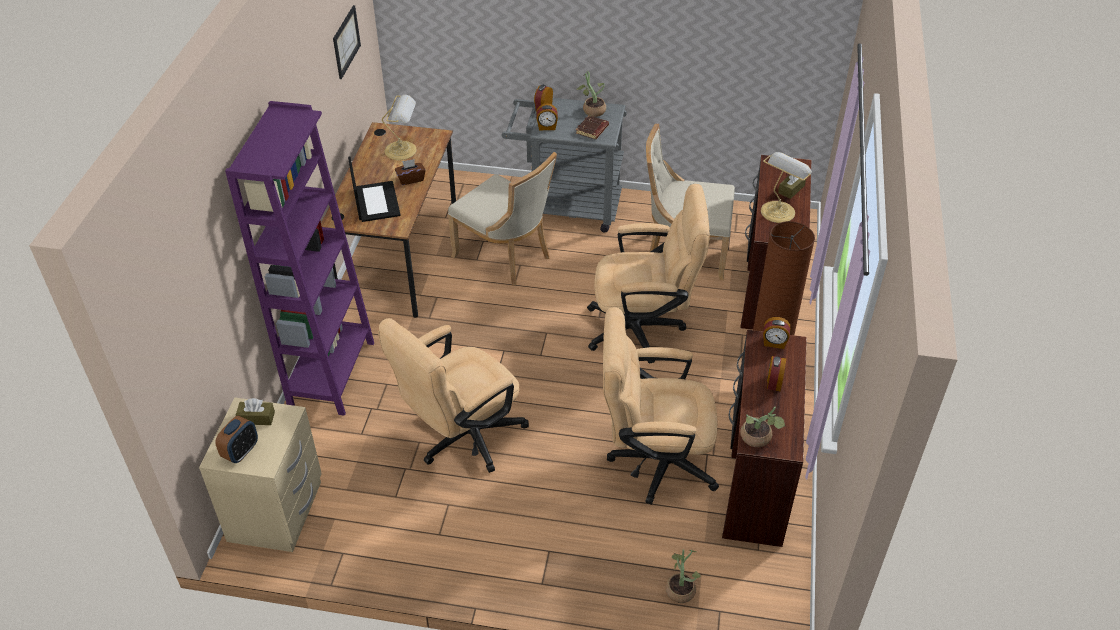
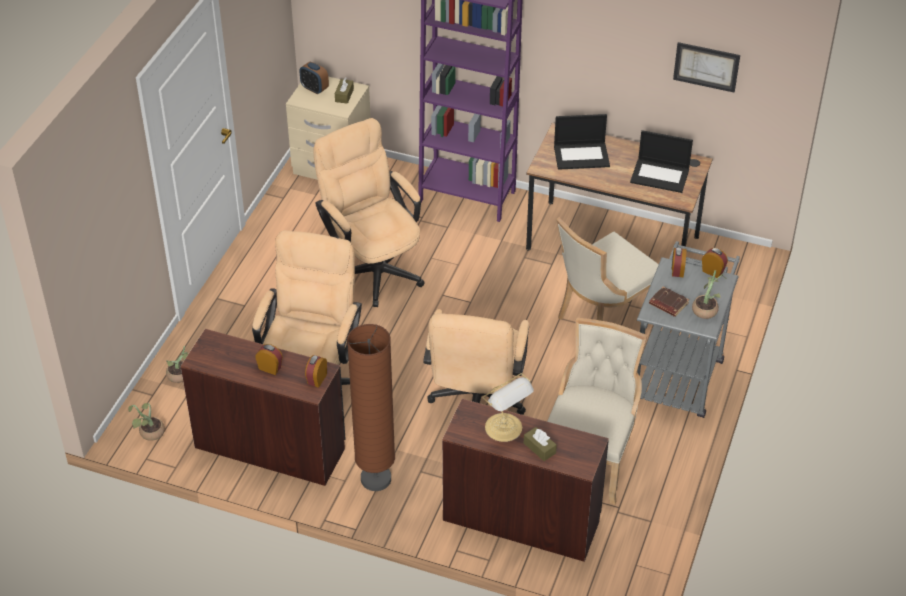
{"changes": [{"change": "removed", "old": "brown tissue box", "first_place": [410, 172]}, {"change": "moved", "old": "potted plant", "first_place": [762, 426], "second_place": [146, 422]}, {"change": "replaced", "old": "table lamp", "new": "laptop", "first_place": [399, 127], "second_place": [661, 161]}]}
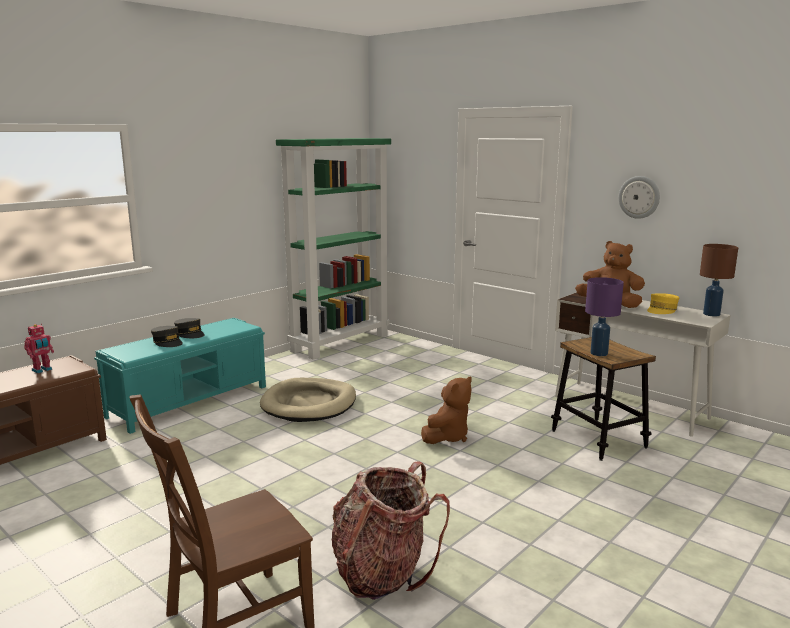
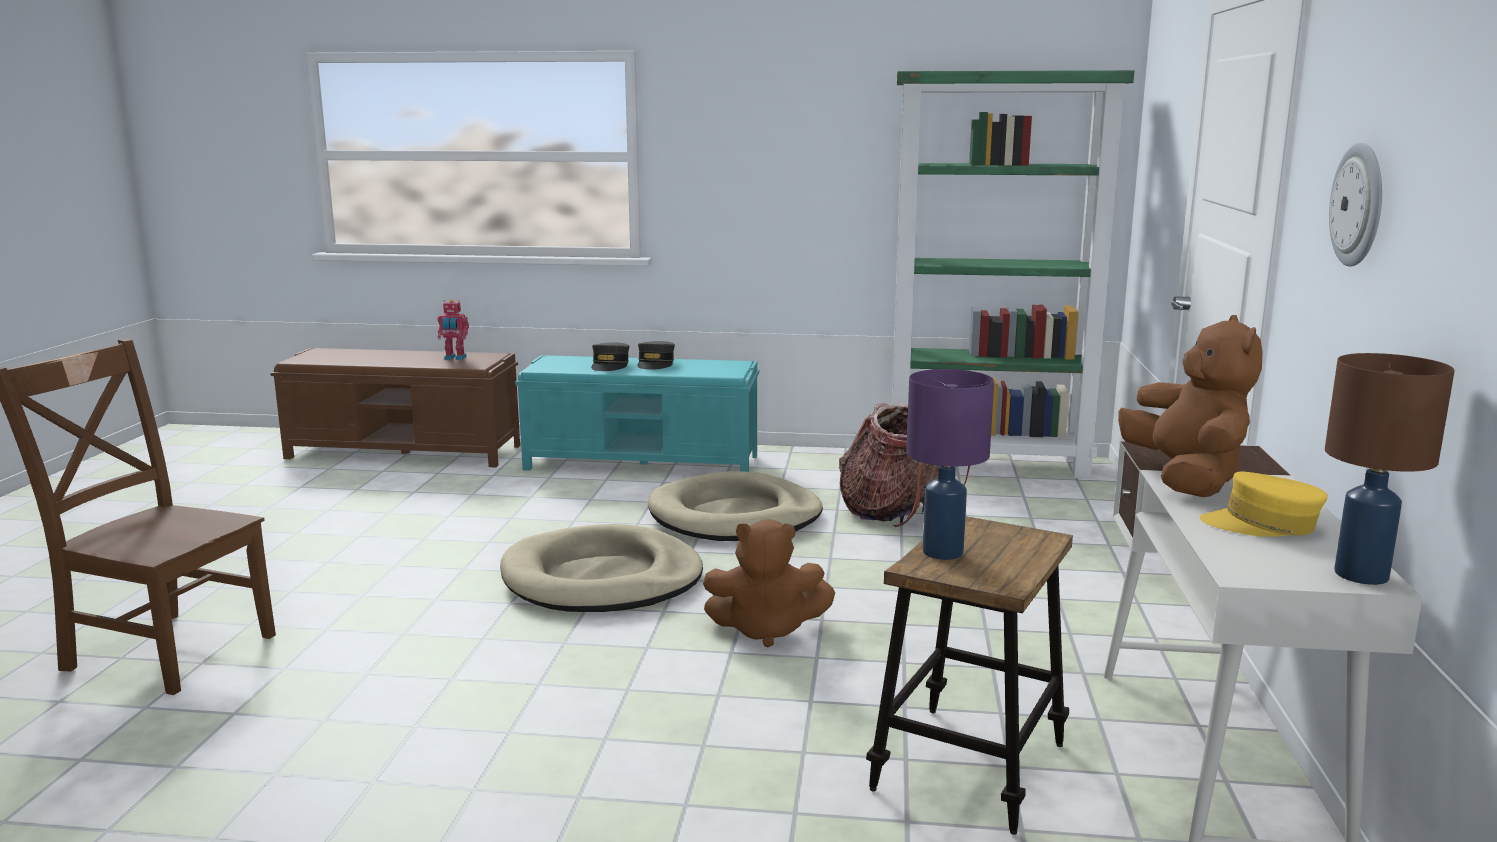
{"changes": [{"change": "added", "new": "beige dog bed", "second_place": [601, 568]}, {"change": "moved", "old": "backpack", "first_place": [391, 530], "second_place": [904, 465]}]}
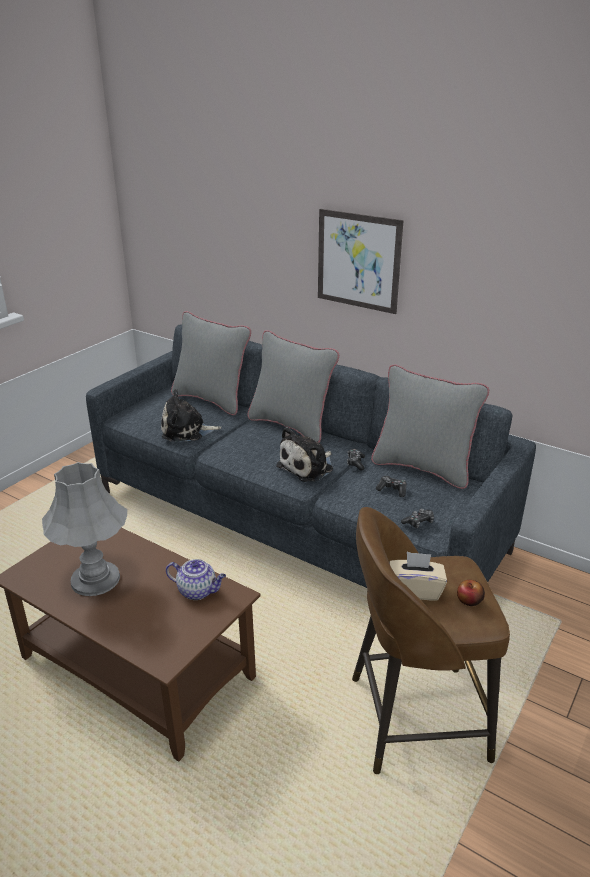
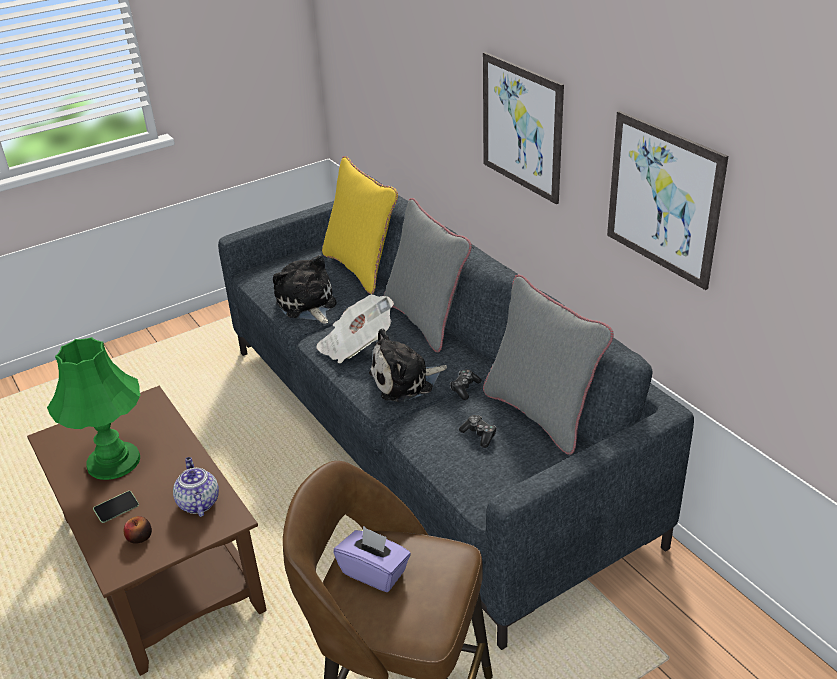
{"changes": [{"change": "removed", "old": "game controller", "first_place": [417, 518]}, {"change": "added", "new": "phone", "second_place": [116, 507]}, {"change": "added", "new": "newspaper", "second_place": [355, 328]}, {"change": "added", "new": "picture", "second_place": [667, 200]}, {"change": "moved", "old": "apple", "first_place": [471, 593], "second_place": [137, 530]}, {"change": "recoloured", "old": "grey table lamp", "new": "green table lamp", "first_place": [84, 529], "second_place": [93, 408]}, {"change": "recoloured", "old": "grey pillow", "new": "yellow pillow", "first_place": [211, 363], "second_place": [360, 225]}, {"change": "recoloured", "old": "beige tissue box", "new": "purple tissue box", "first_place": [418, 576], "second_place": [372, 559]}, {"change": "turned", "old": "plush toy", "first_place": [191, 415], "second_place": [305, 289], "degrees": 45}, {"change": "turned", "old": "teapot", "first_place": [196, 579], "second_place": [196, 487], "degrees": -150}]}
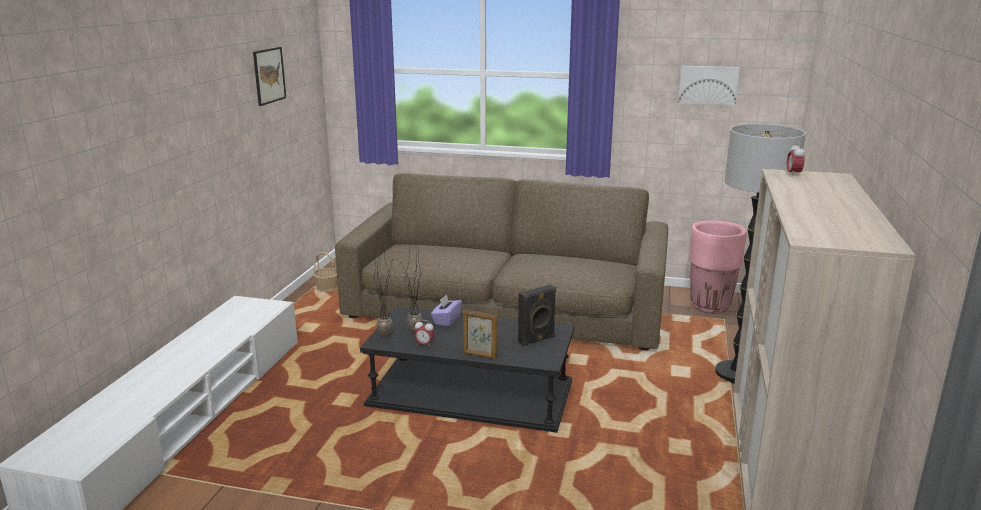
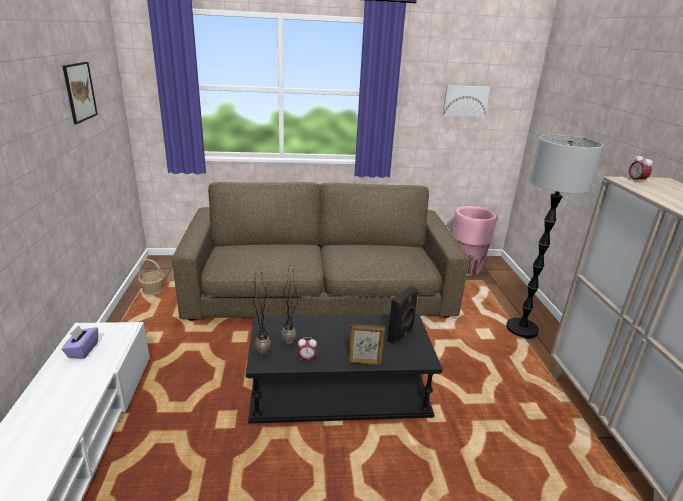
{"changes": [{"change": "moved", "old": "purple tissue box", "first_place": [446, 310], "second_place": [79, 342]}]}
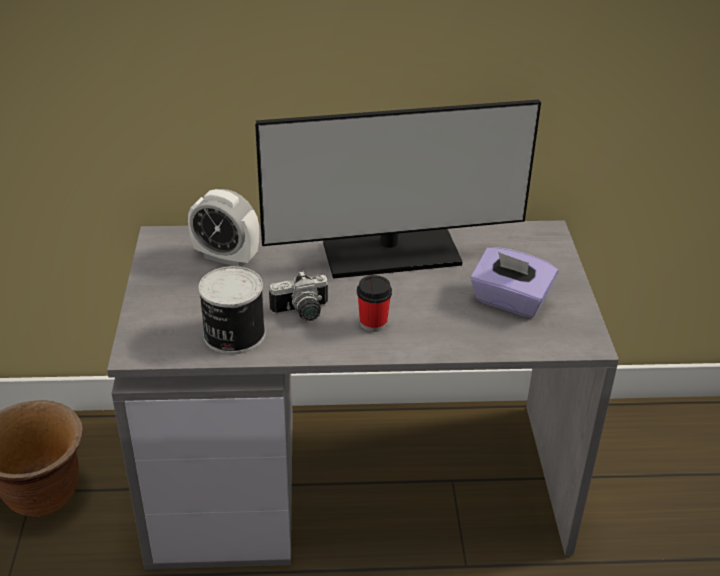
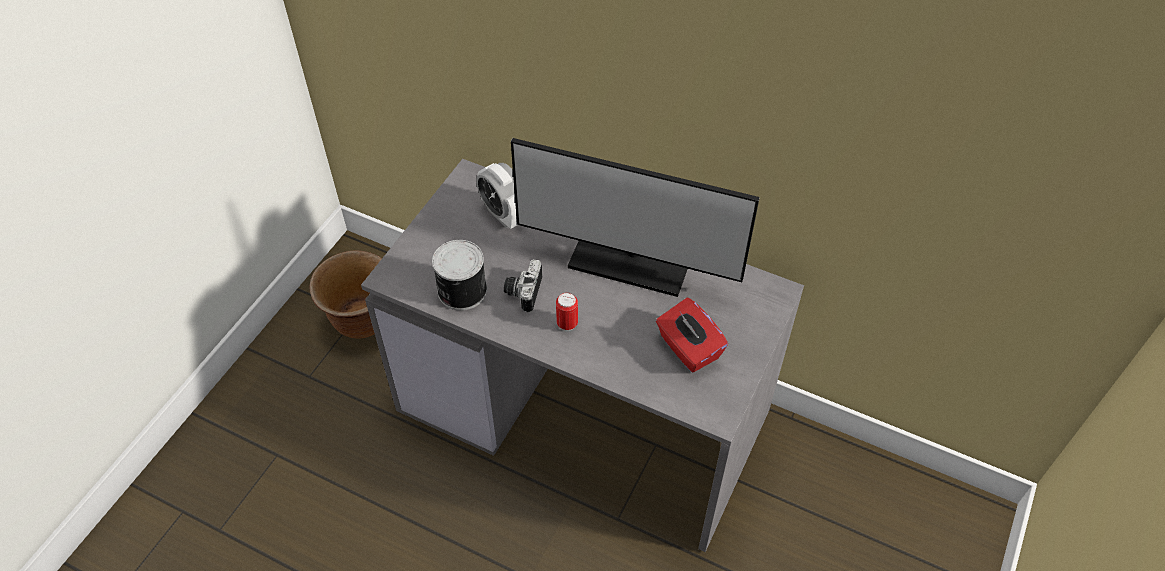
{"changes": [{"change": "replaced", "old": "cup", "new": "can", "first_place": [374, 303], "second_place": [567, 311]}, {"change": "recoloured", "old": "purple tissue box", "new": "red tissue box", "first_place": [514, 282], "second_place": [692, 335]}, {"change": "turned", "old": "photo camera", "first_place": [298, 296], "second_place": [523, 285], "degrees": 90}]}
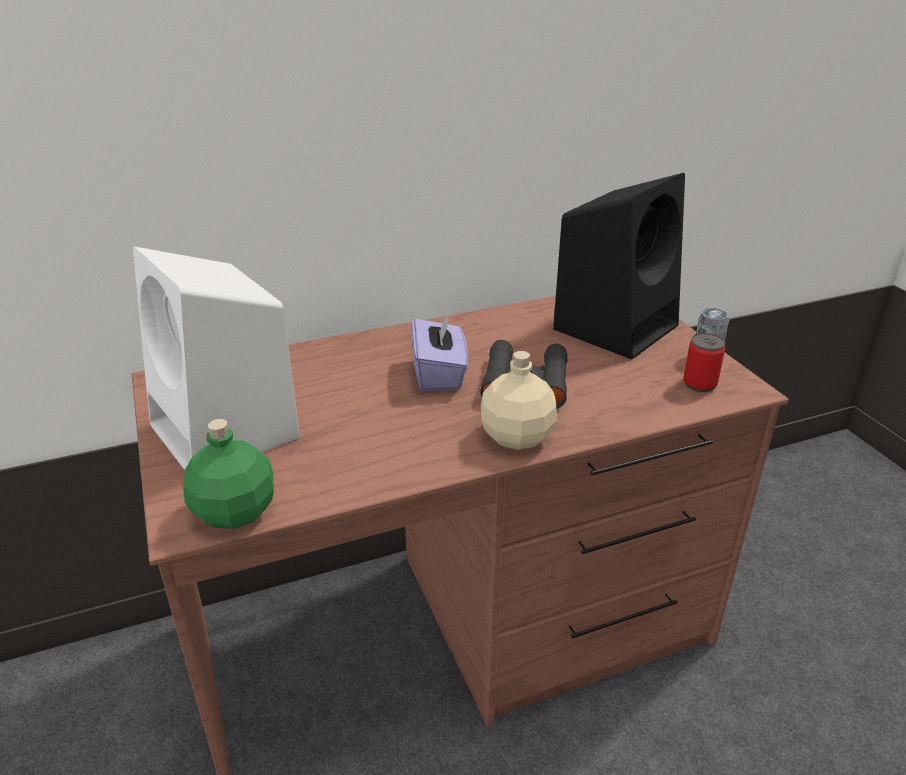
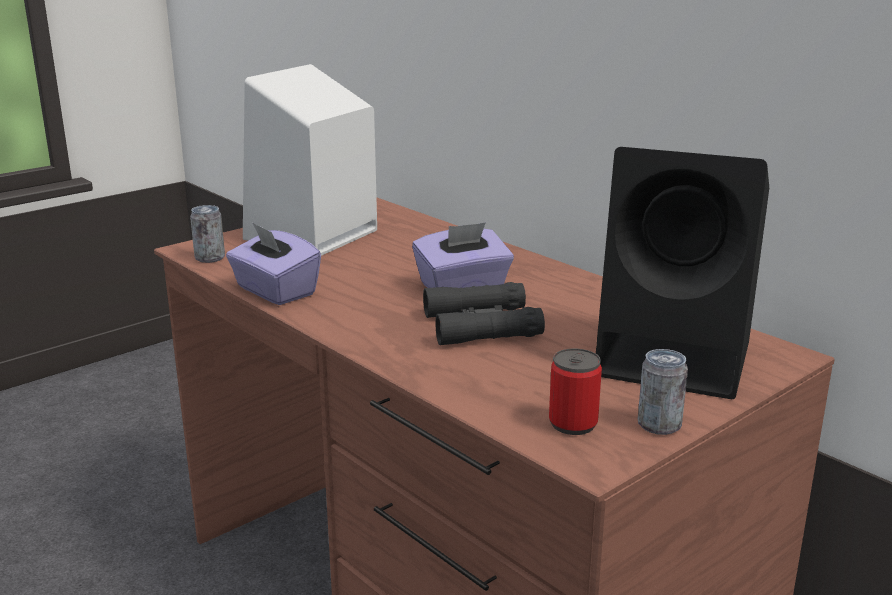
{"changes": [{"change": "removed", "old": "beige bottle", "first_place": [519, 400]}, {"change": "added", "new": "purple tissue box", "second_place": [273, 263]}, {"change": "replaced", "old": "green bottle", "new": "can", "first_place": [228, 474], "second_place": [207, 234]}]}
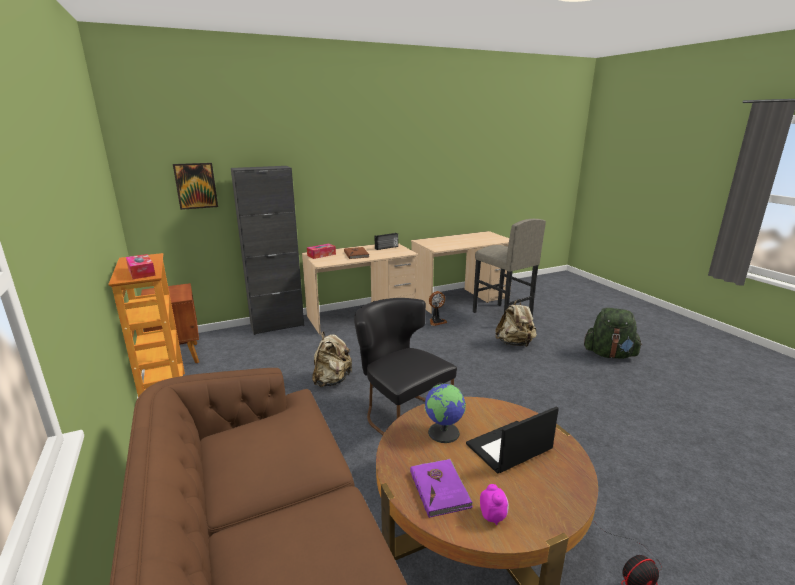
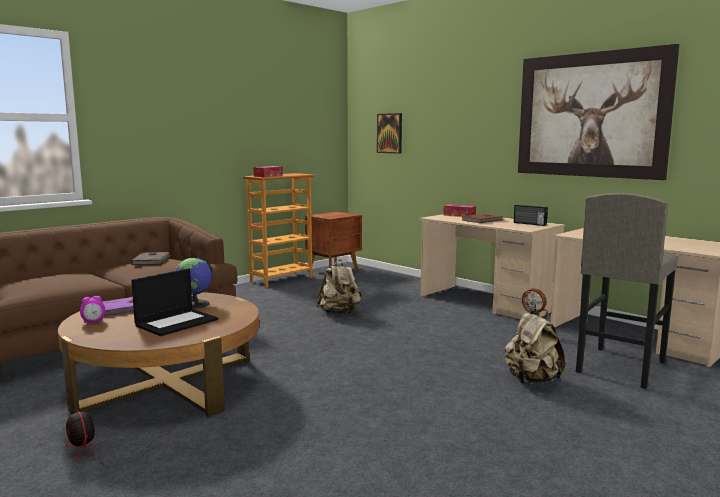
{"changes": [{"change": "removed", "old": "black cabinet", "first_place": [267, 250]}, {"change": "removed", "old": "black chair", "first_place": [405, 366]}, {"change": "removed", "old": "green backpack", "first_place": [613, 333]}, {"change": "added", "new": "brown book", "second_place": [151, 258]}, {"change": "added", "new": "picture", "second_place": [598, 112]}, {"change": "turned", "old": "laptop", "first_place": [512, 440], "second_place": [174, 302], "degrees": 90}]}
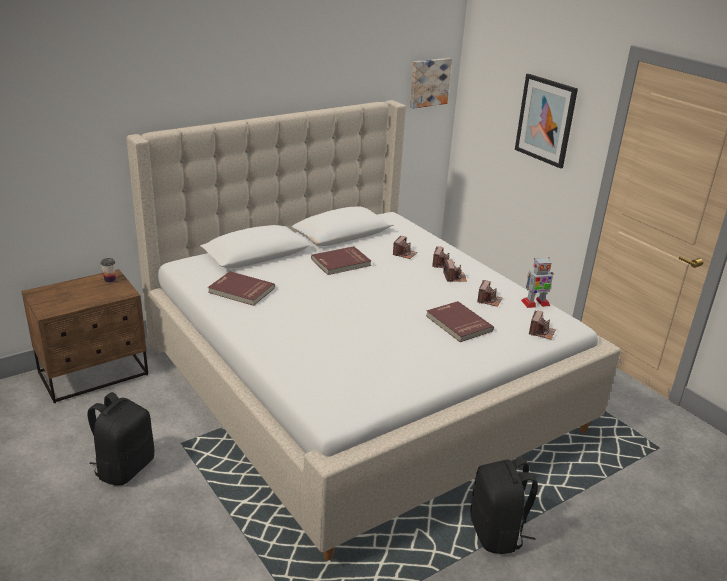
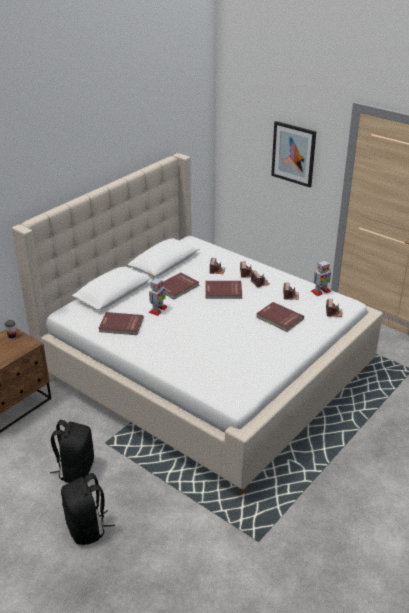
{"changes": [{"change": "removed", "old": "picture", "first_place": [431, 83]}, {"change": "added", "new": "toy robot", "second_place": [158, 296]}, {"change": "added", "new": "red book", "second_place": [224, 290]}, {"change": "moved", "old": "black backpack", "first_place": [504, 505], "second_place": [88, 509]}]}
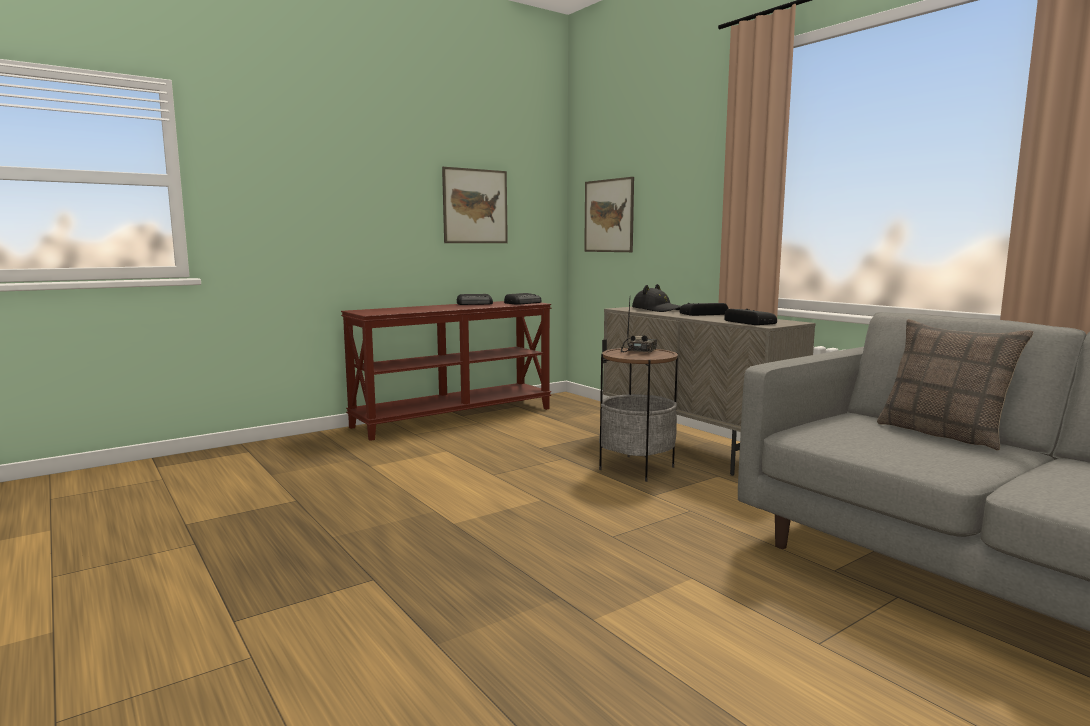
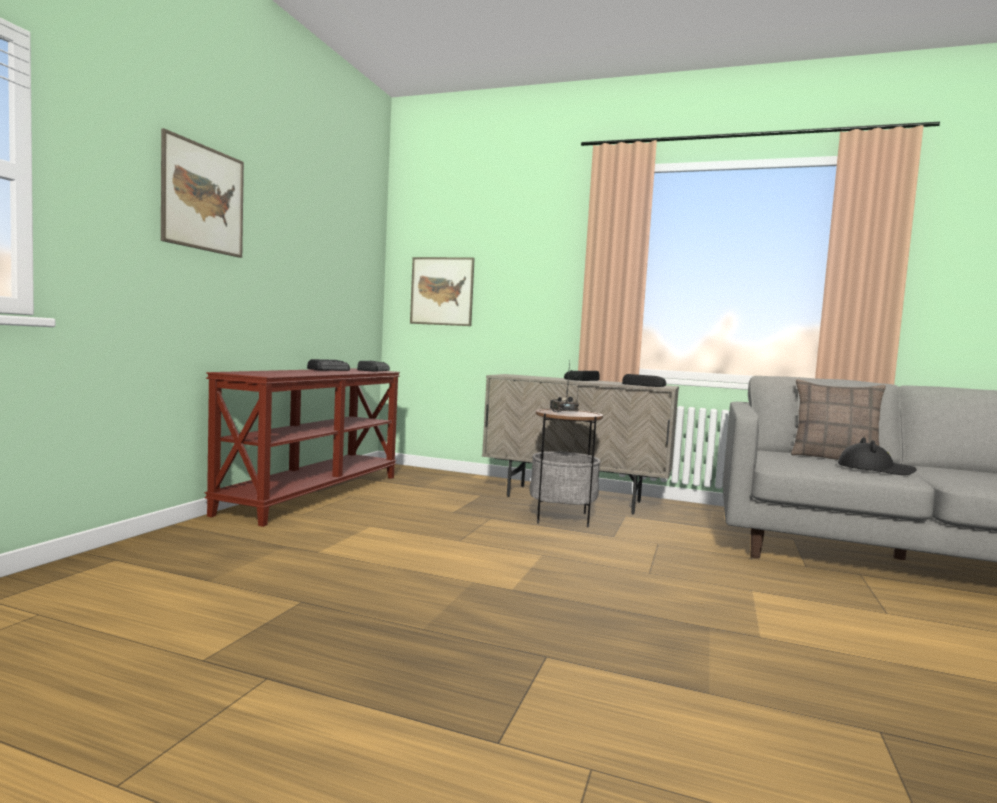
{"changes": [{"change": "moved", "old": "picture", "first_place": [475, 205], "second_place": [202, 193]}, {"change": "moved", "old": "black hat", "first_place": [656, 298], "second_place": [877, 456]}]}
